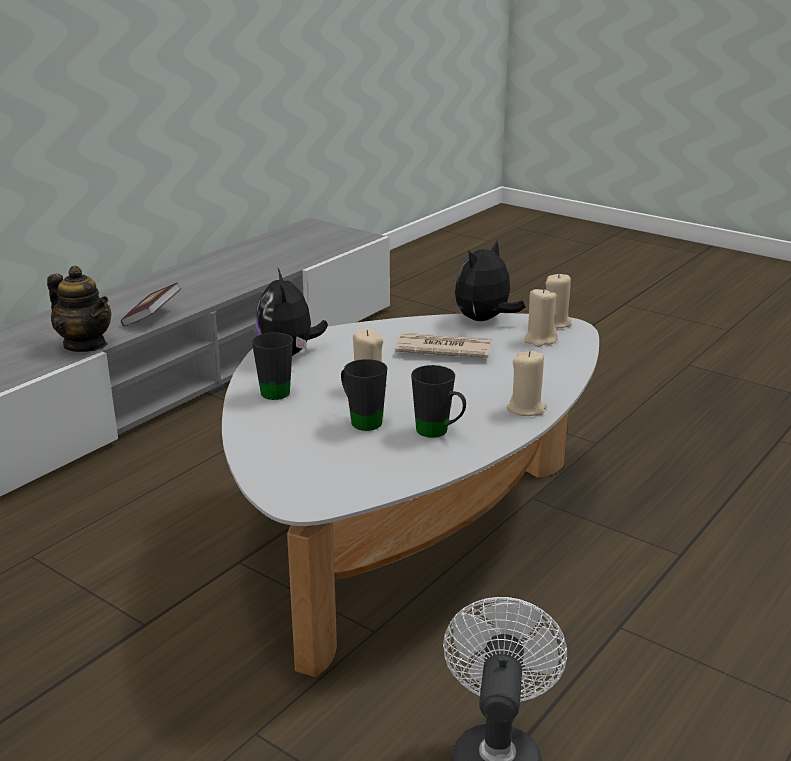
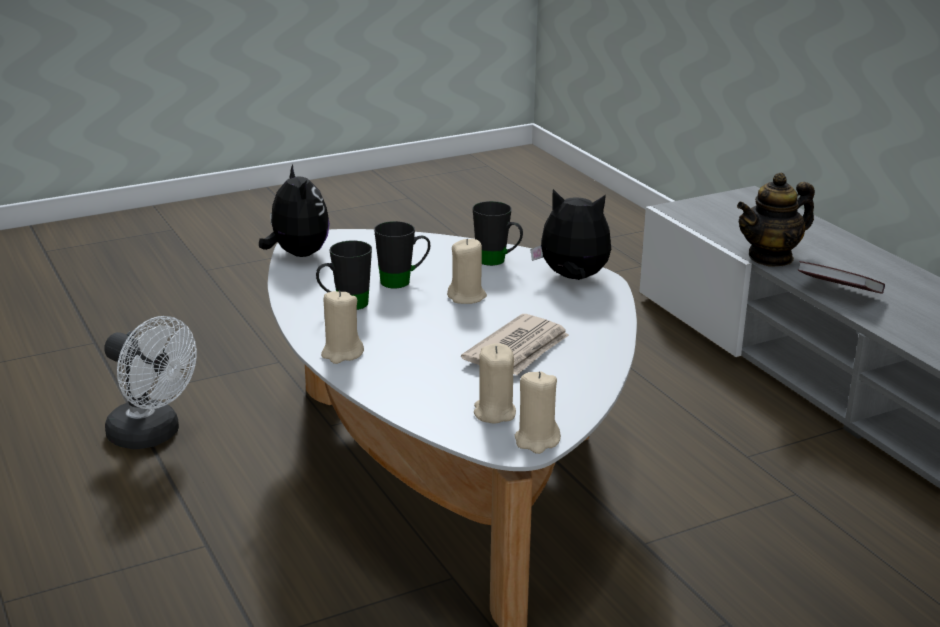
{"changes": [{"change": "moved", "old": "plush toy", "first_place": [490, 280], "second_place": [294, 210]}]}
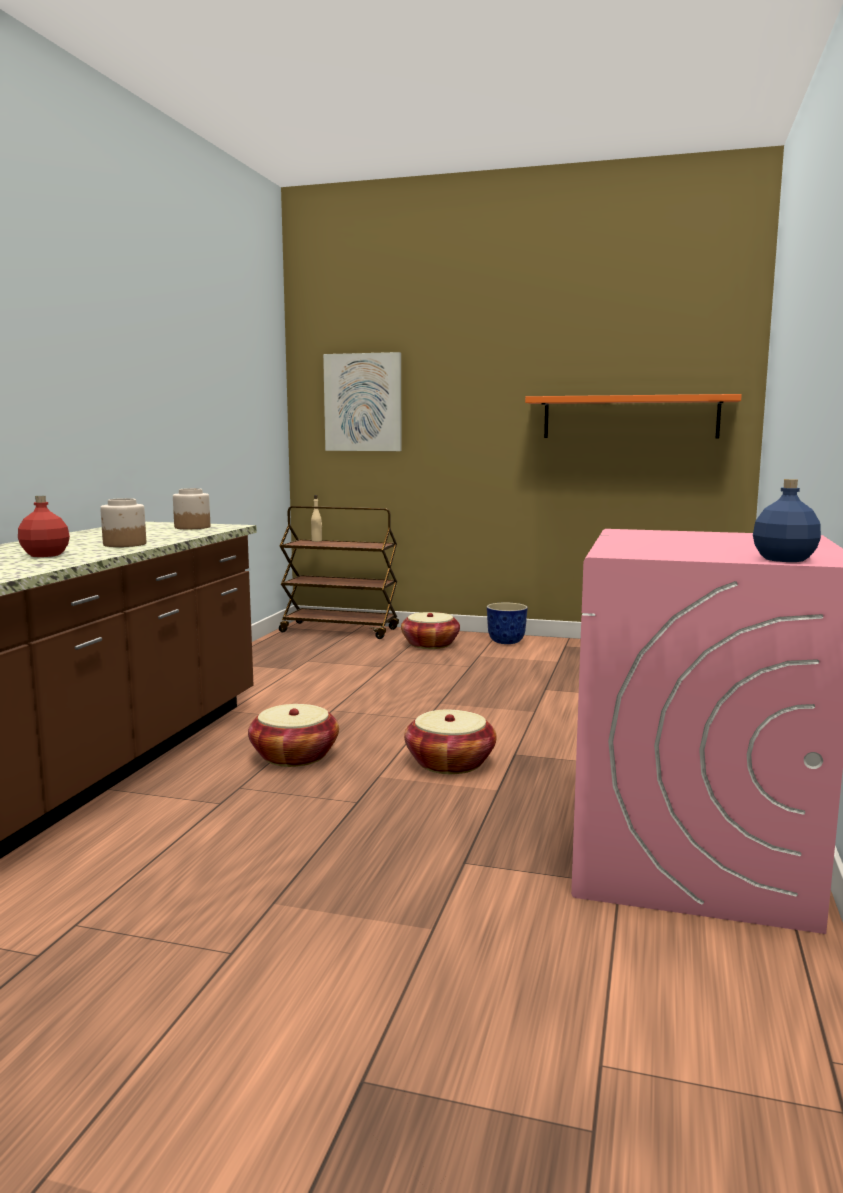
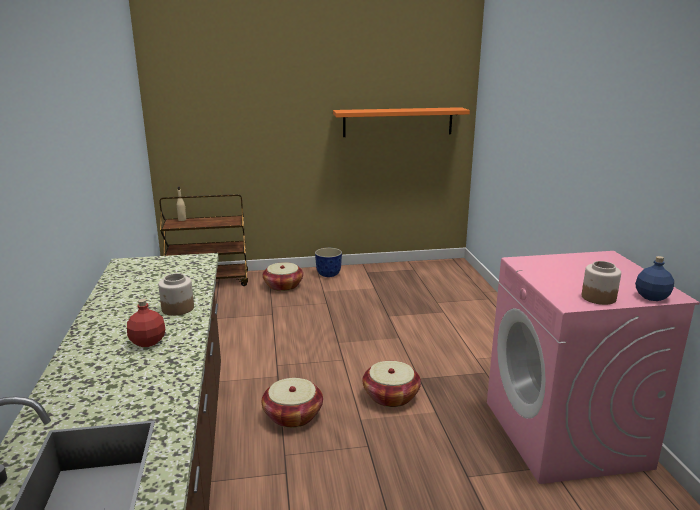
{"changes": [{"change": "removed", "old": "picture", "first_place": [362, 401]}, {"change": "moved", "old": "jar", "first_place": [191, 508], "second_place": [601, 283]}]}
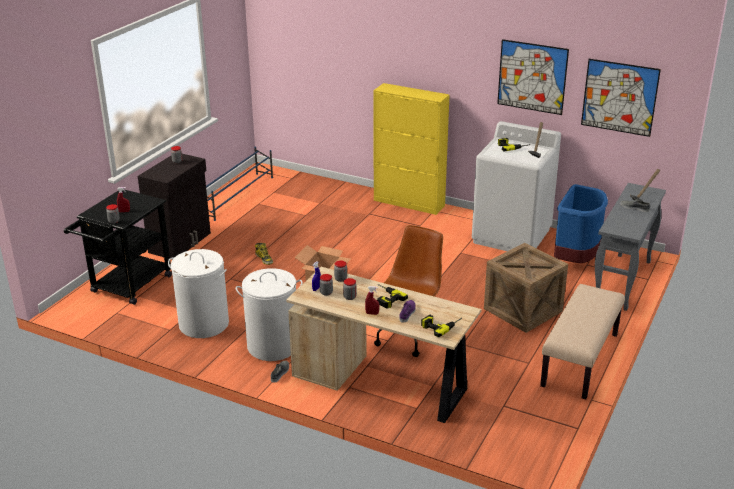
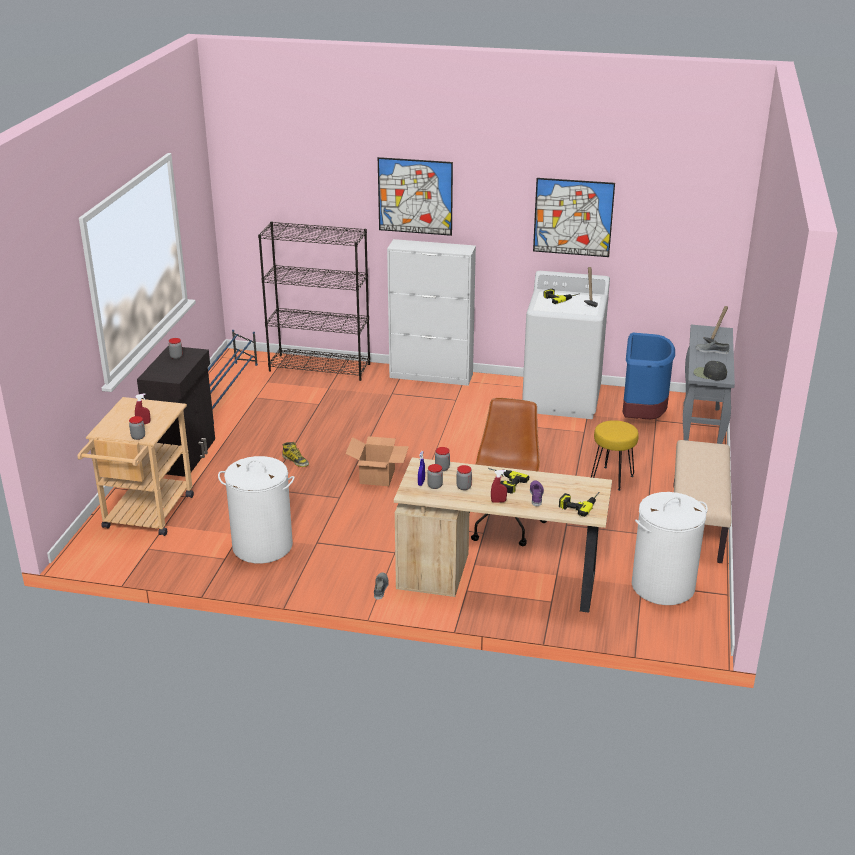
{"changes": [{"change": "added", "new": "black bookcase", "second_place": [314, 301]}, {"change": "added", "new": "black cap", "second_place": [710, 371]}, {"change": "moved", "old": "white laundry basket", "first_place": [269, 314], "second_place": [670, 548]}, {"change": "moved", "old": "picture", "first_place": [621, 98], "second_place": [415, 196]}, {"change": "replaced", "old": "crate", "new": "yellow stool", "first_place": [526, 288], "second_place": [615, 455]}, {"change": "recoloured", "old": "black cart", "new": "beige cart", "first_place": [118, 247], "second_place": [136, 466]}, {"change": "recoloured", "old": "yellow cabinet", "new": "white cabinet", "first_place": [412, 149], "second_place": [431, 312]}]}
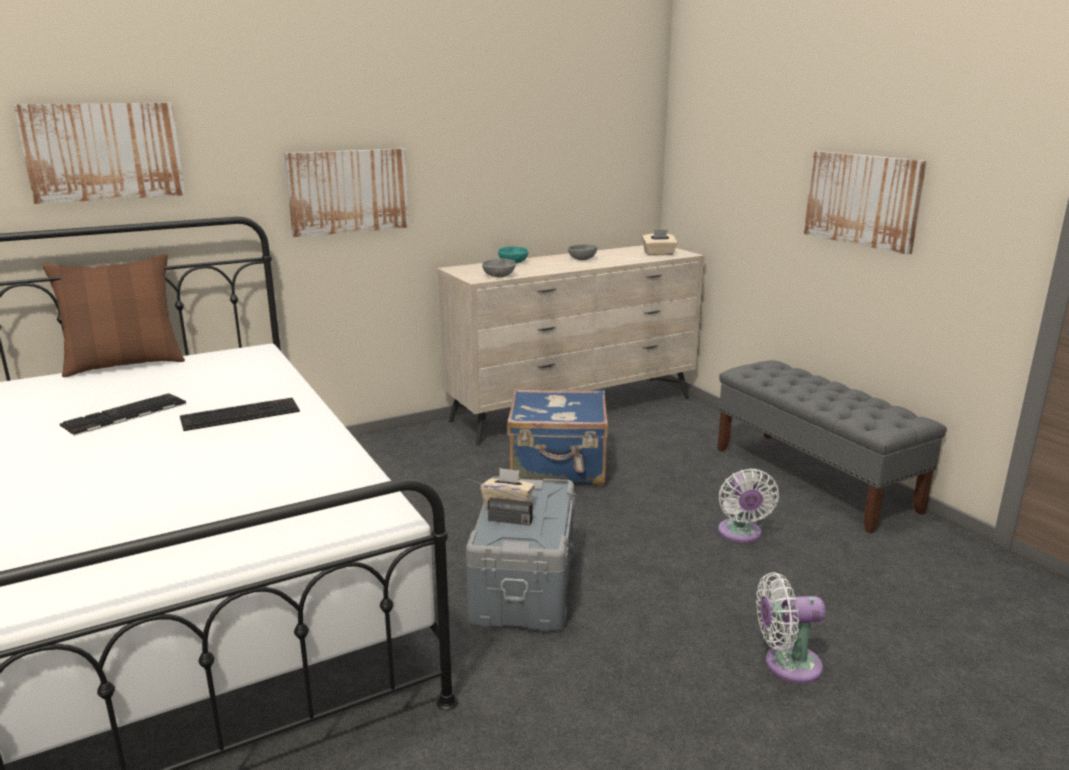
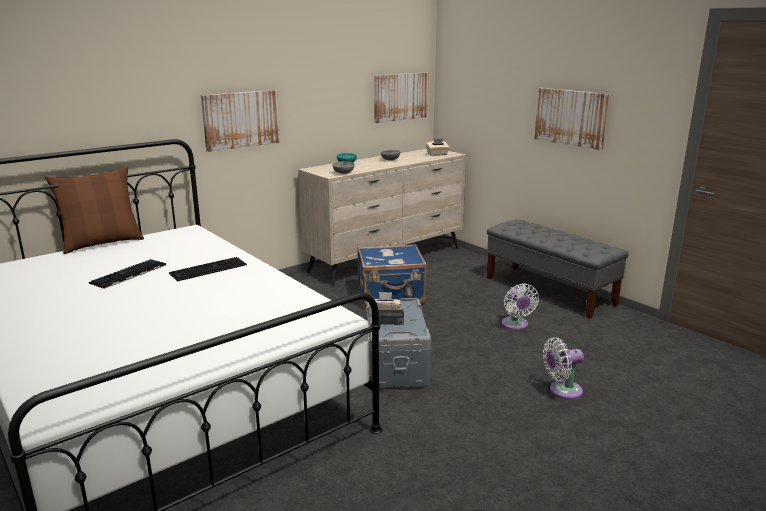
{"changes": [{"change": "moved", "old": "picture", "first_place": [99, 153], "second_place": [401, 97]}]}
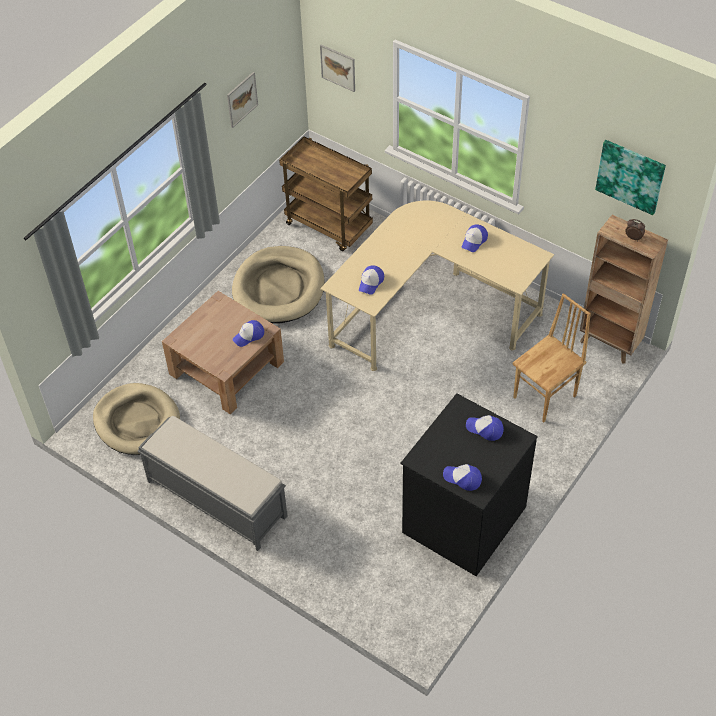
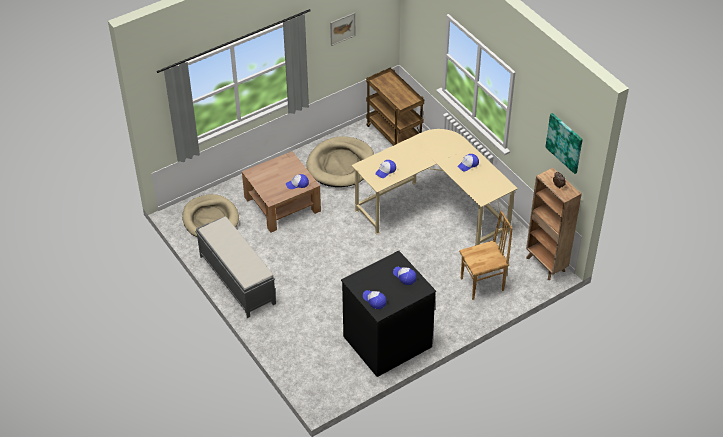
{"changes": [{"change": "removed", "old": "picture", "first_place": [337, 68]}]}
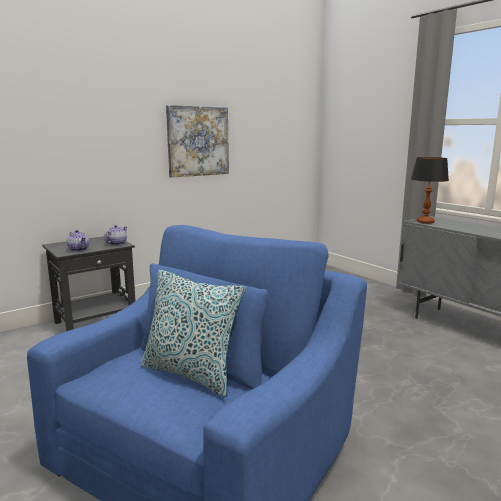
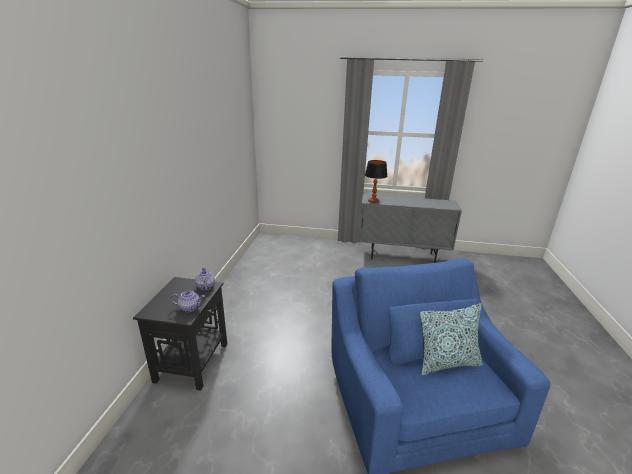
{"changes": [{"change": "removed", "old": "picture", "first_place": [197, 141]}]}
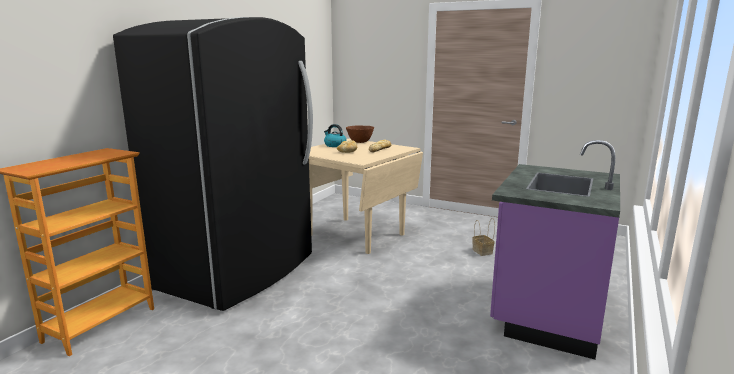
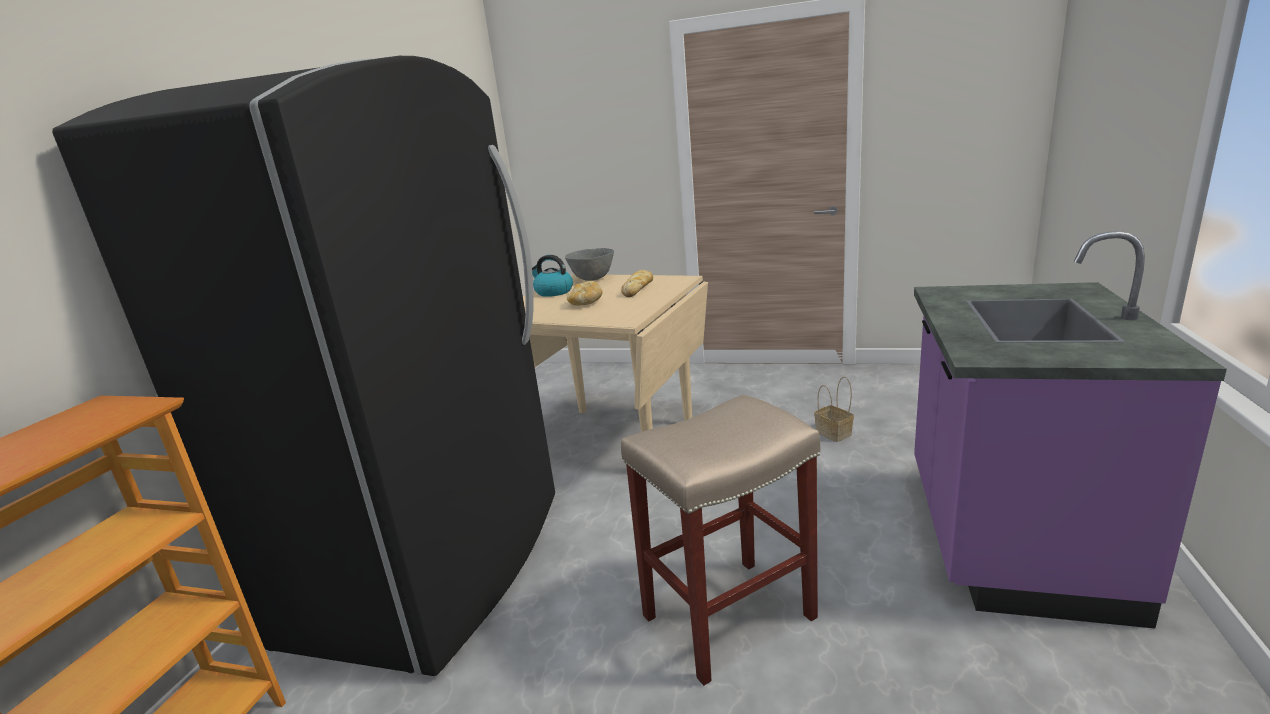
{"changes": [{"change": "added", "new": "beige stool", "second_place": [720, 540]}, {"change": "recoloured", "old": "brown bowl", "new": "grey bowl", "first_place": [360, 134], "second_place": [589, 264]}]}
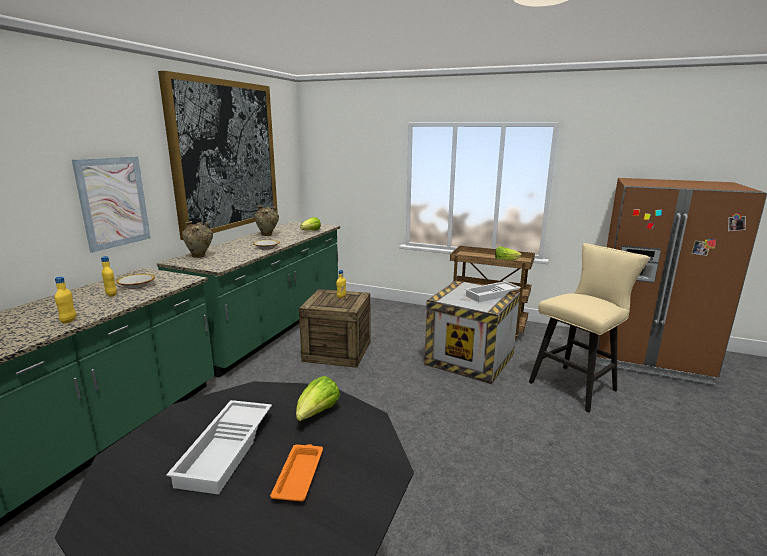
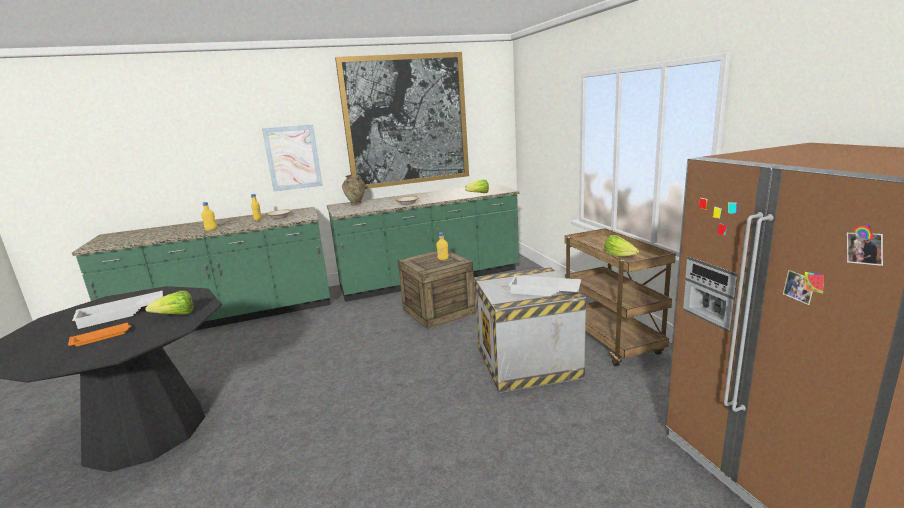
{"changes": [{"change": "removed", "old": "beige vase", "first_place": [267, 220]}, {"change": "removed", "old": "beige stool", "first_place": [589, 328]}]}
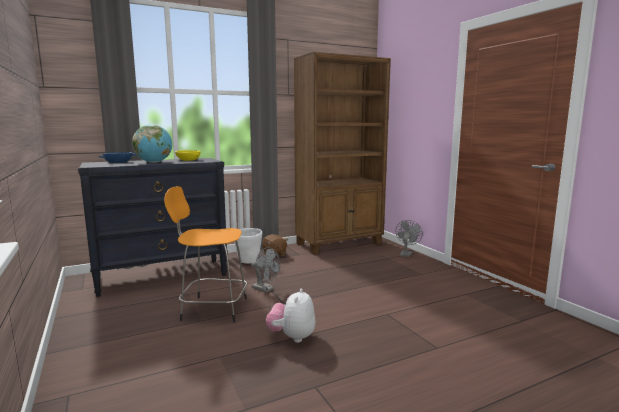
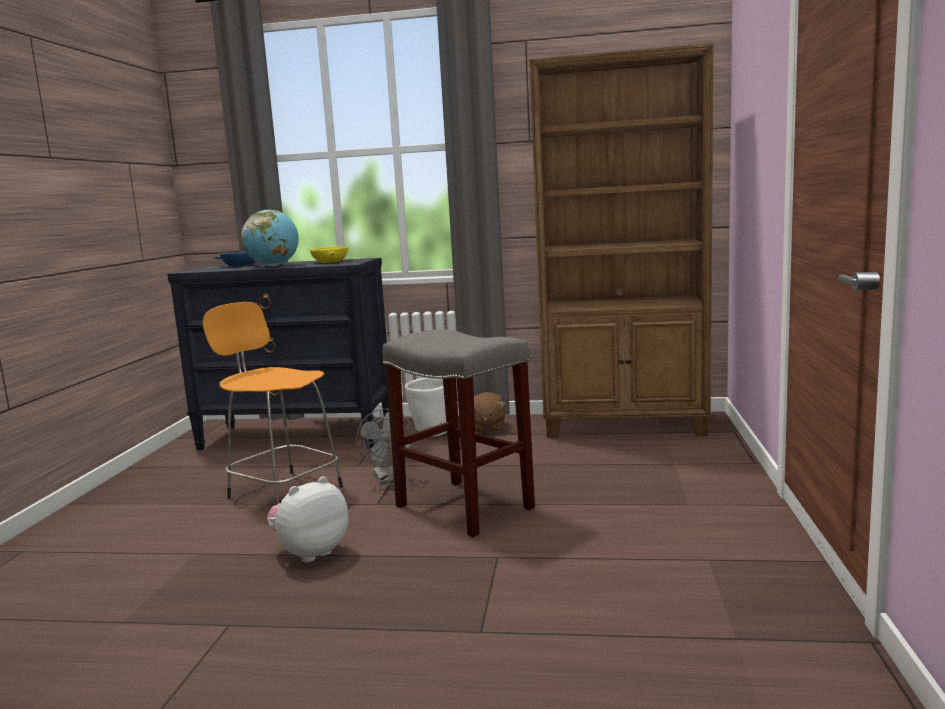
{"changes": [{"change": "removed", "old": "grey fan", "first_place": [409, 238]}, {"change": "added", "new": "grey stool", "second_place": [458, 433]}]}
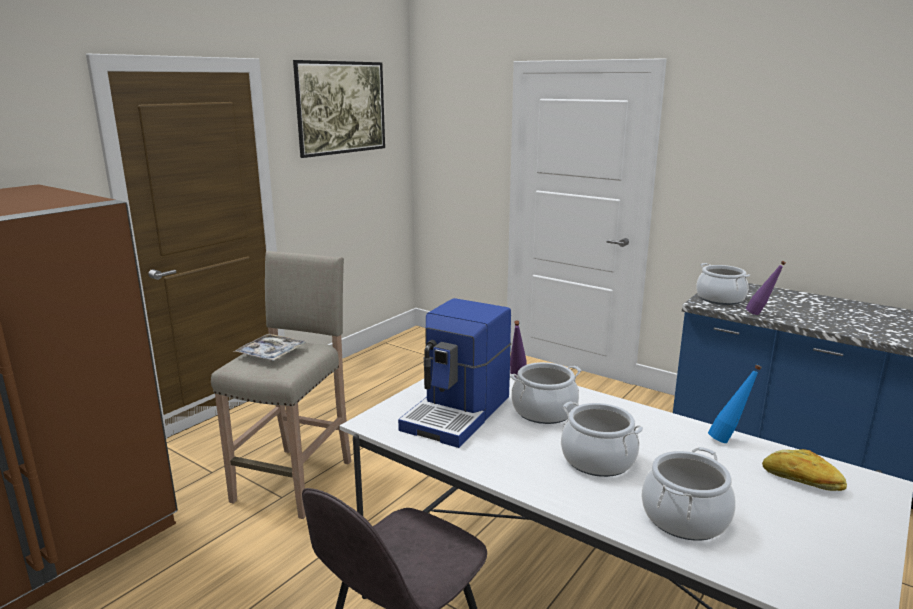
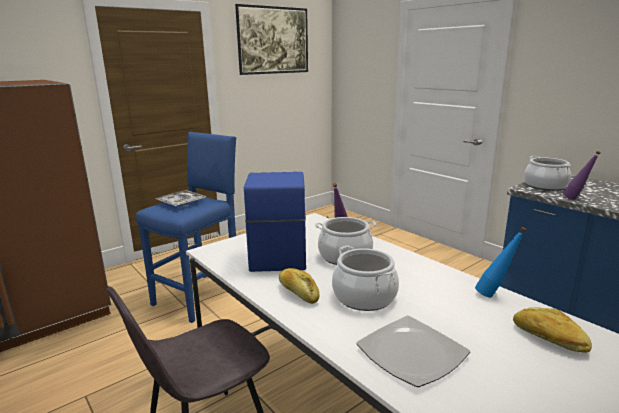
{"changes": [{"change": "added", "new": "bread", "second_place": [299, 286]}, {"change": "replaced", "old": "cooking pot", "new": "plate", "first_place": [688, 494], "second_place": [413, 351]}, {"change": "recoloured", "old": "beige stool", "new": "blue stool", "first_place": [281, 385], "second_place": [186, 227]}, {"change": "turned", "old": "coffee machine", "first_place": [454, 373], "second_place": [275, 222], "degrees": 135}]}
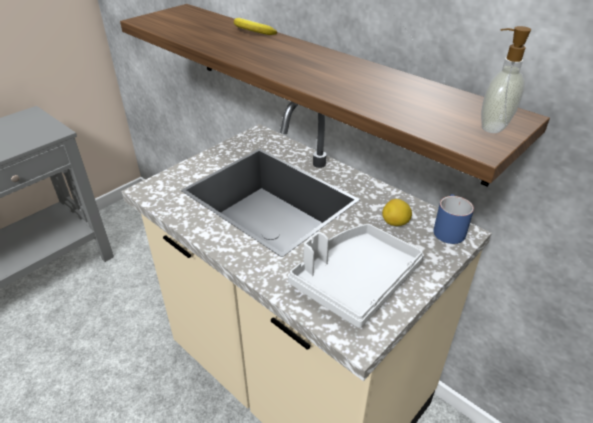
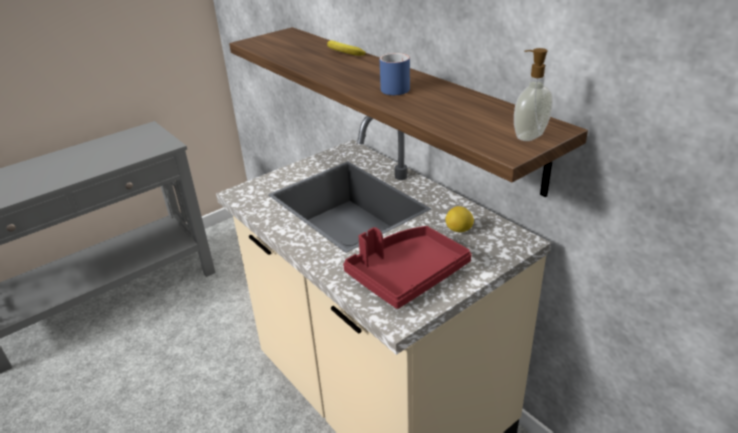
{"changes": [{"change": "moved", "old": "blue mug", "first_place": [453, 219], "second_place": [395, 74]}, {"change": "recoloured", "old": "grey tray", "new": "red tray", "first_place": [356, 276], "second_place": [407, 267]}]}
